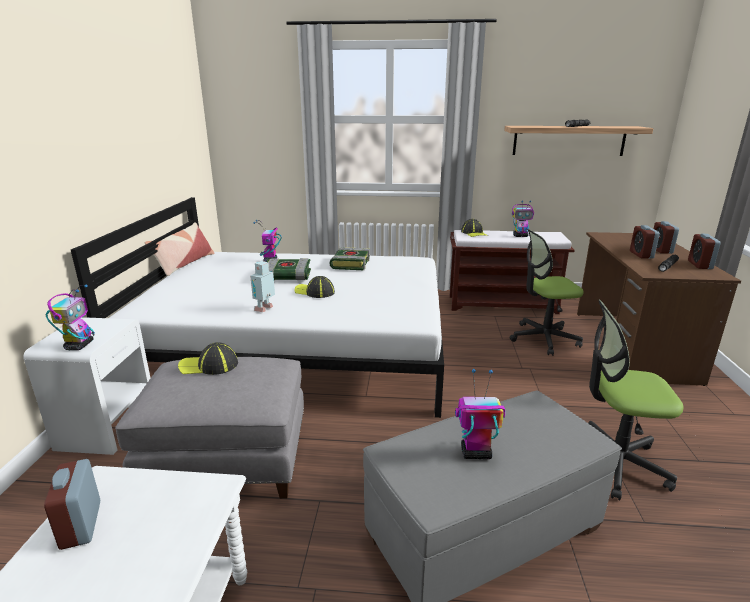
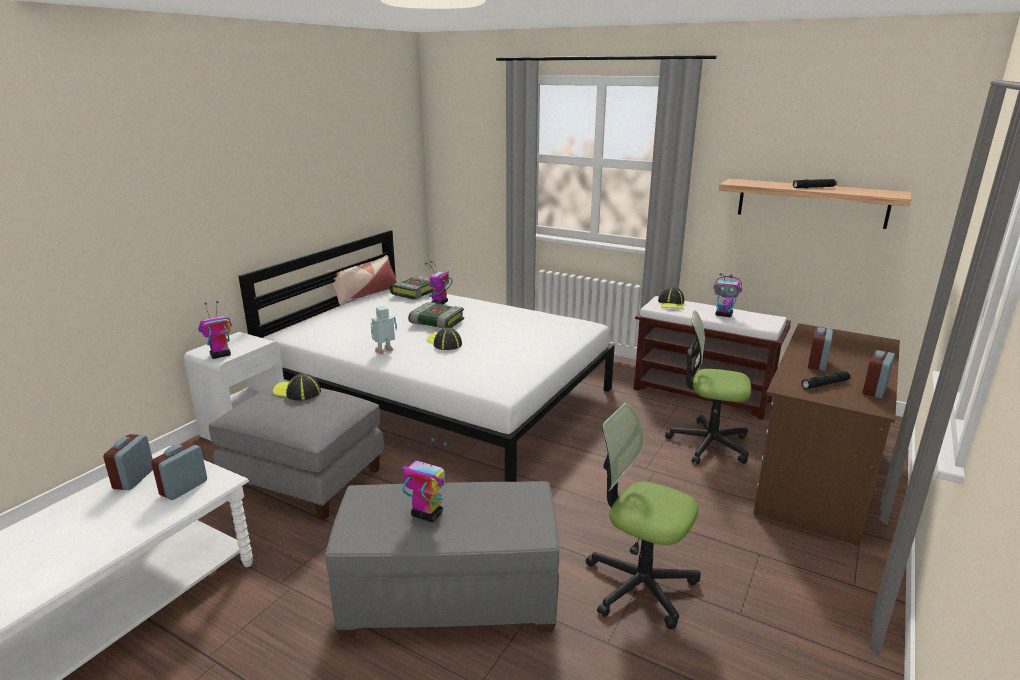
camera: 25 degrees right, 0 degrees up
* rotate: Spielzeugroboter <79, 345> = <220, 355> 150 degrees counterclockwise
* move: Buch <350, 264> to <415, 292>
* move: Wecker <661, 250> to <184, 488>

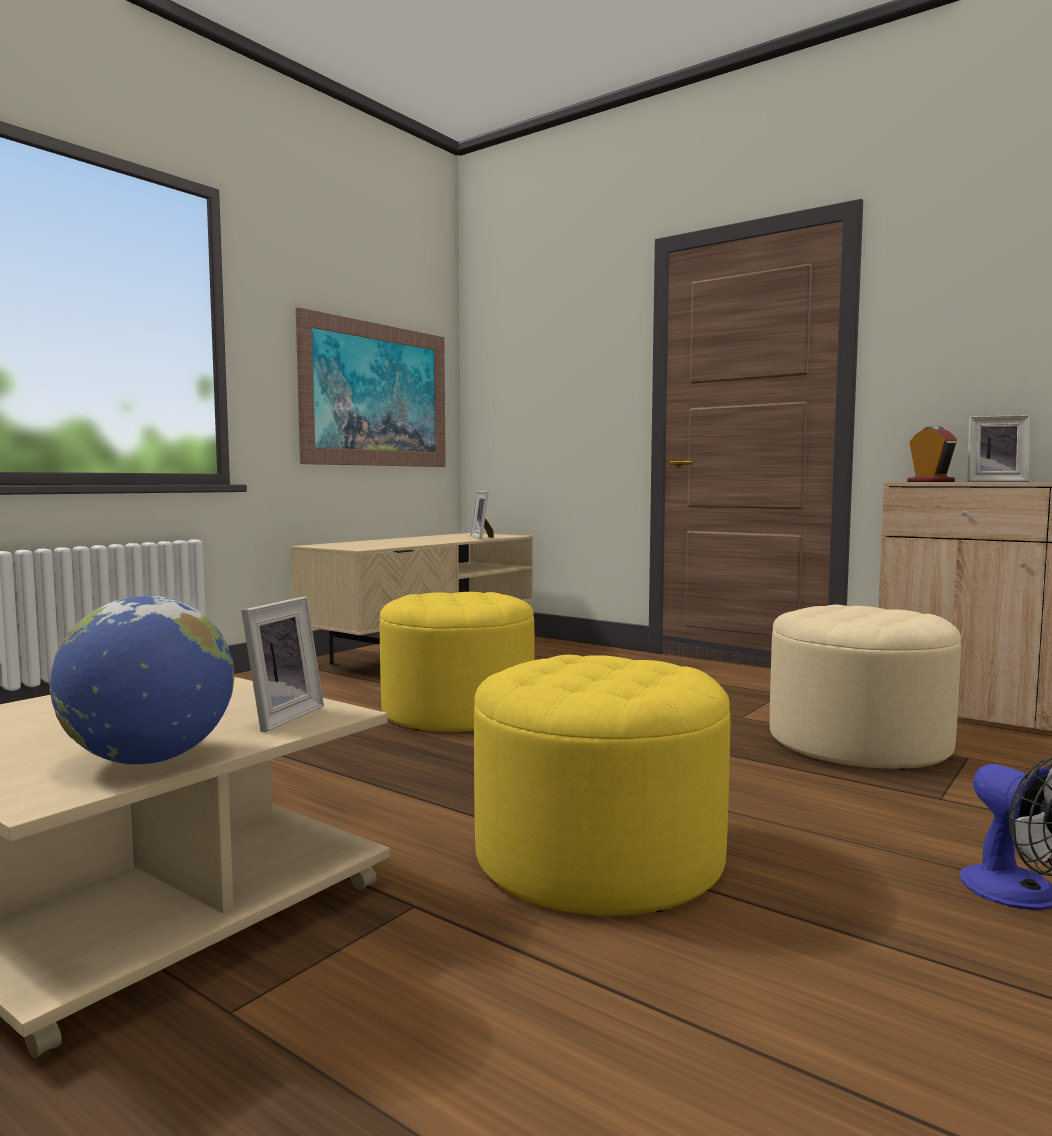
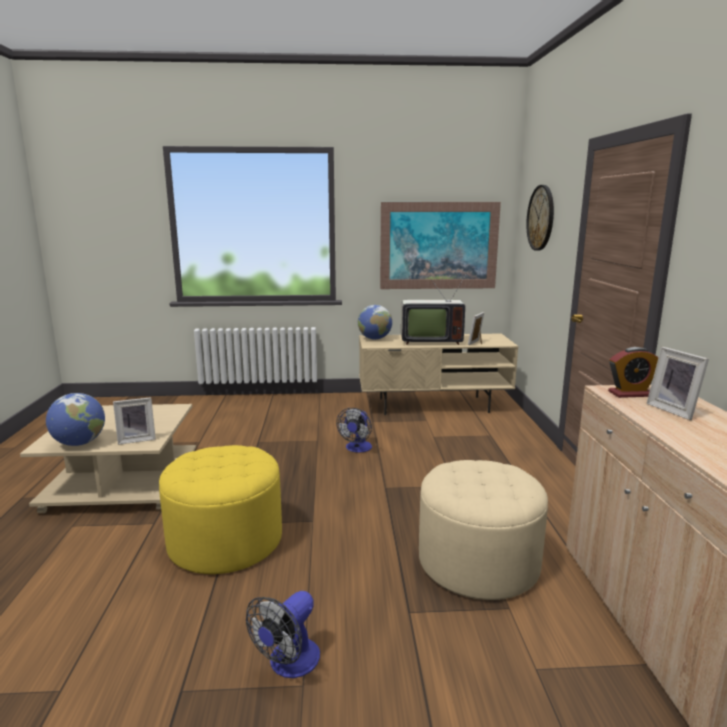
camera: 50 degrees right, 10 degrees up
* replace: Polsterhocker (gelb) <458, 711> to Ventilator <357, 449>
* rotate: Wecker <930, 481> = <630, 394> 45 degrees clockwise
* insert: Globus <374, 339>
* insert: Fernseher <430, 341>
* insert: Wanduhr <541, 218>

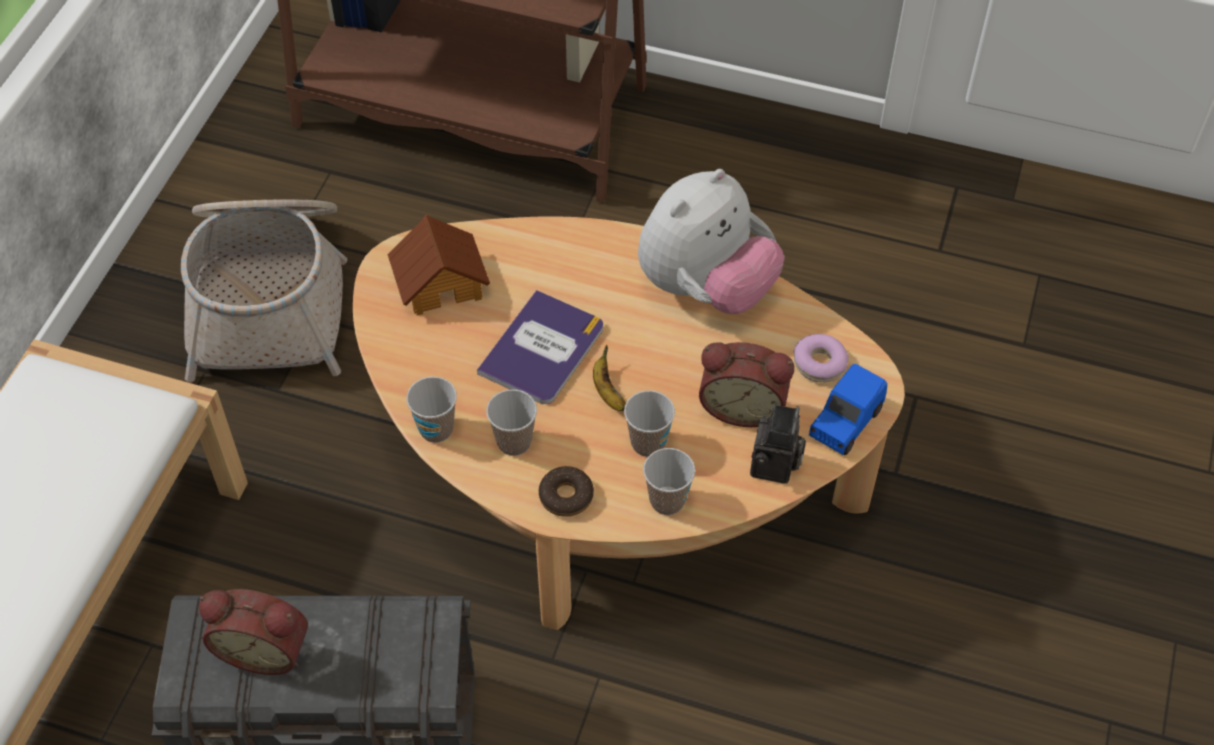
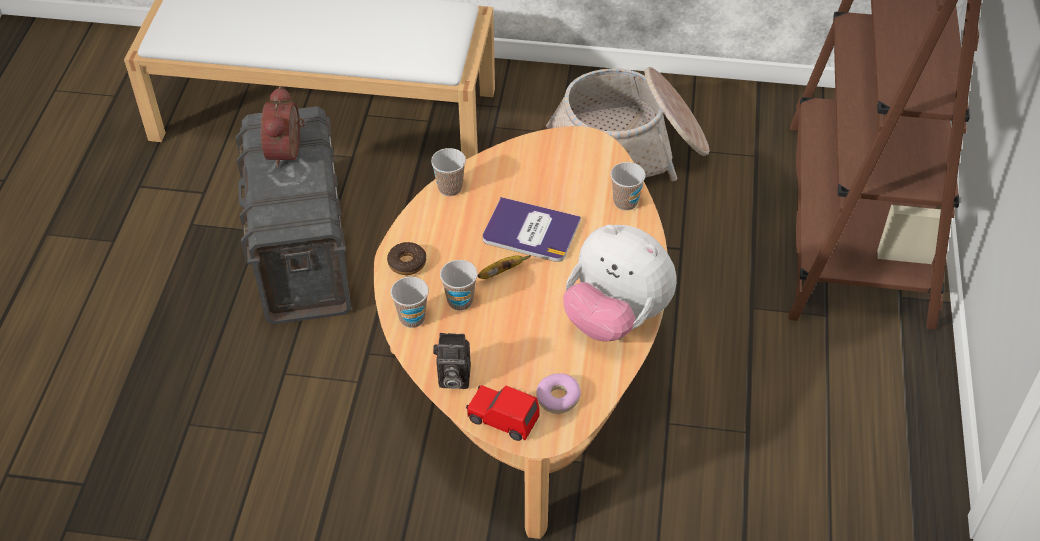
camera: 80 degrees right, 5 degrees down
* delete: Spielzeughaus <441, 282>
* move: Tasse <514, 442> to <625, 202>
* delete: Wecker <743, 405>
* recolor: Spielzeugauto (blau) <845, 423> to Spielzeugauto (rot) <502, 419>

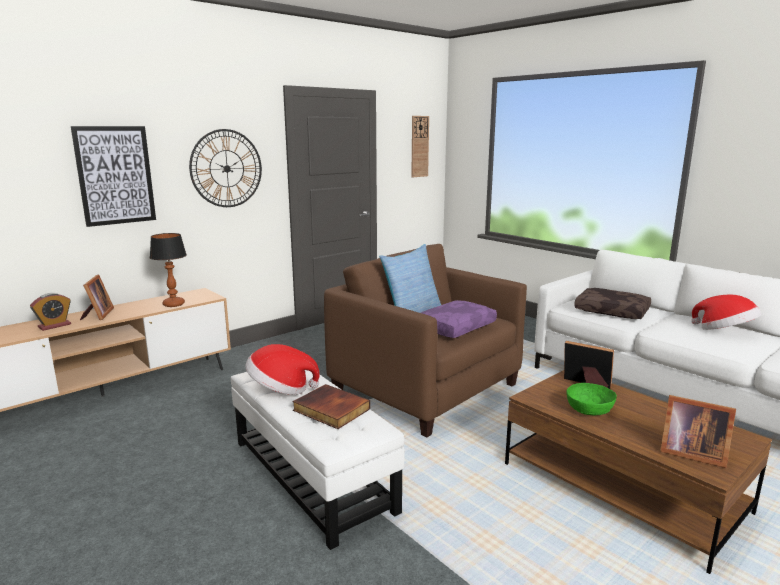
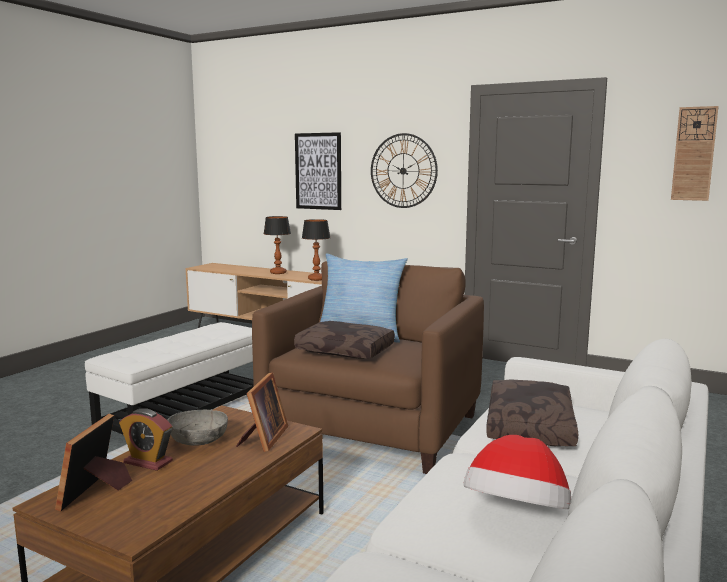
camera: 70 degrees right, 5 degrees down
* move: Wecker <54, 326> to <148, 462>
* replace: Bilderrahmen <98, 315> to Tischlampe <278, 273>
* delete: Hut <281, 389>
* delete: Buch <330, 410>
* recolor: Kissen (lila) <454, 327> to Kissen (braun) <346, 350>
* recolor: Schüssel (grün) <589, 410> to Schüssel (grau) <199, 440>

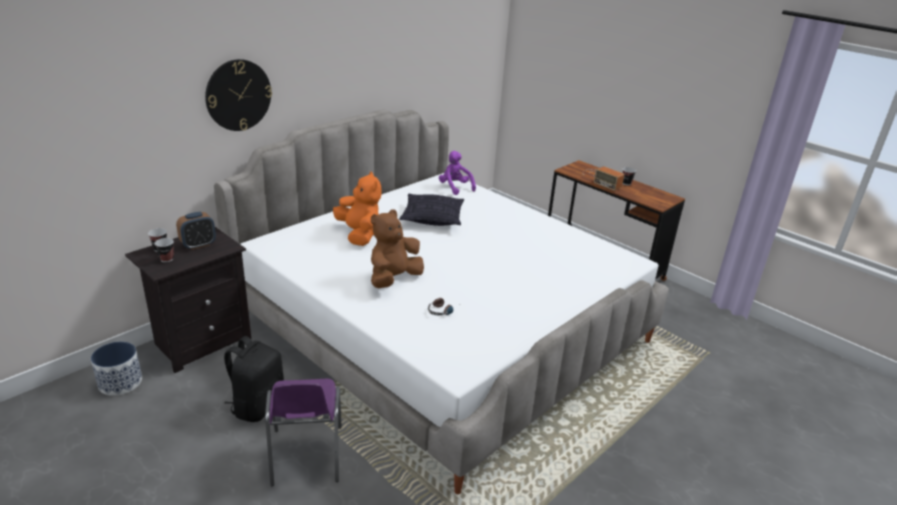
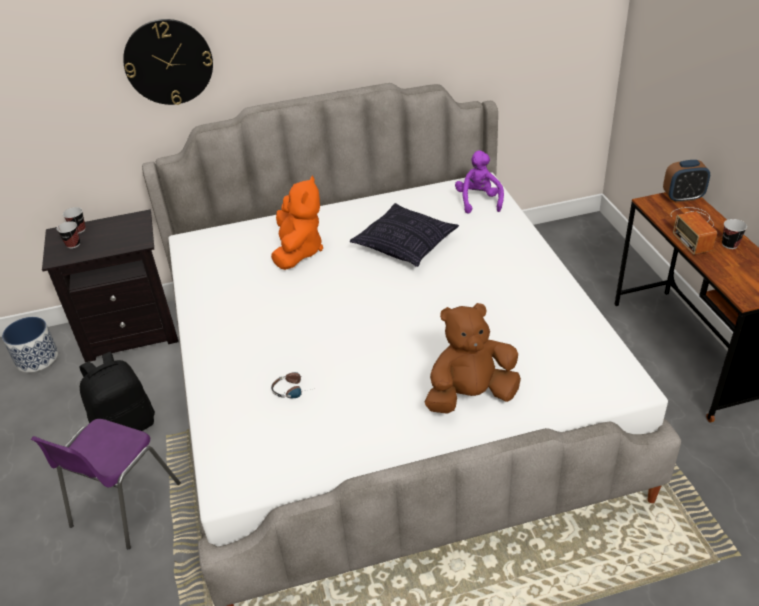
camera: 35 degrees right, 10 degrees up
* move: Wecker <198, 245> to <682, 197>
* move: Plüschtier (braun) <394, 279> to <470, 396>

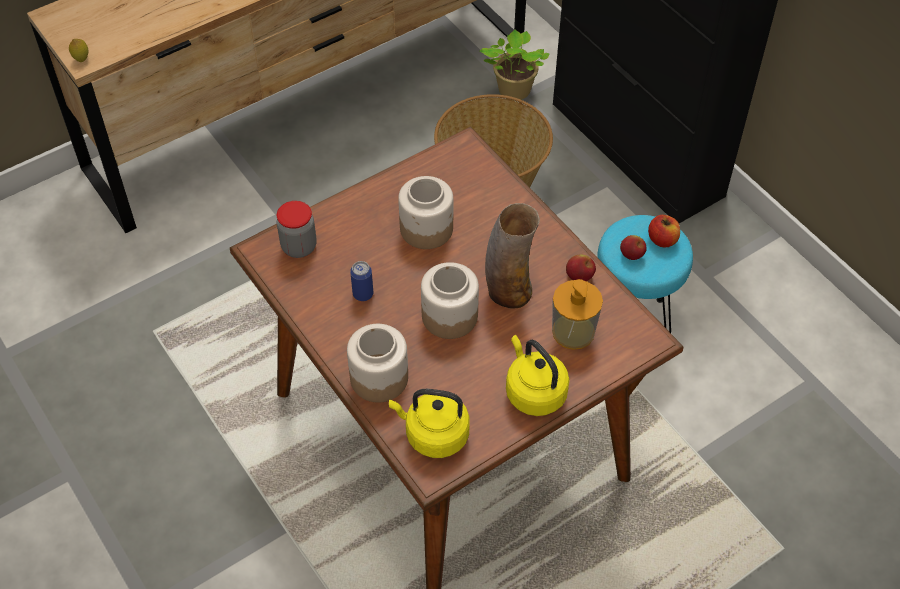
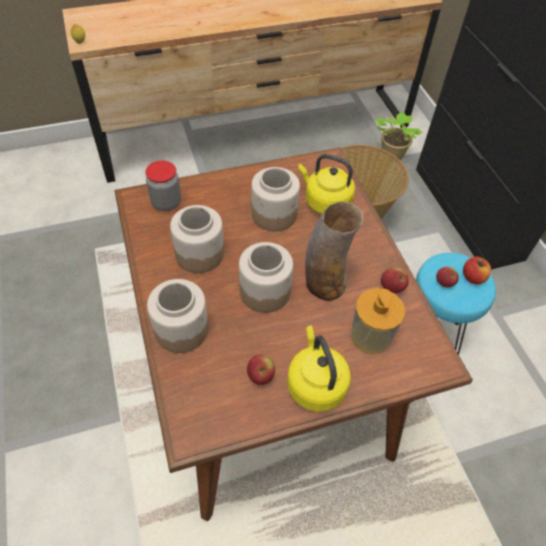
camera: 15 degrees right, 0 degrees up
* replace: Dose <363, 294> to Vorratsglas <200, 253>
* move: Wasserkessel (gelb) <433, 435> to <325, 202>
* insert: Apfel <260, 376>

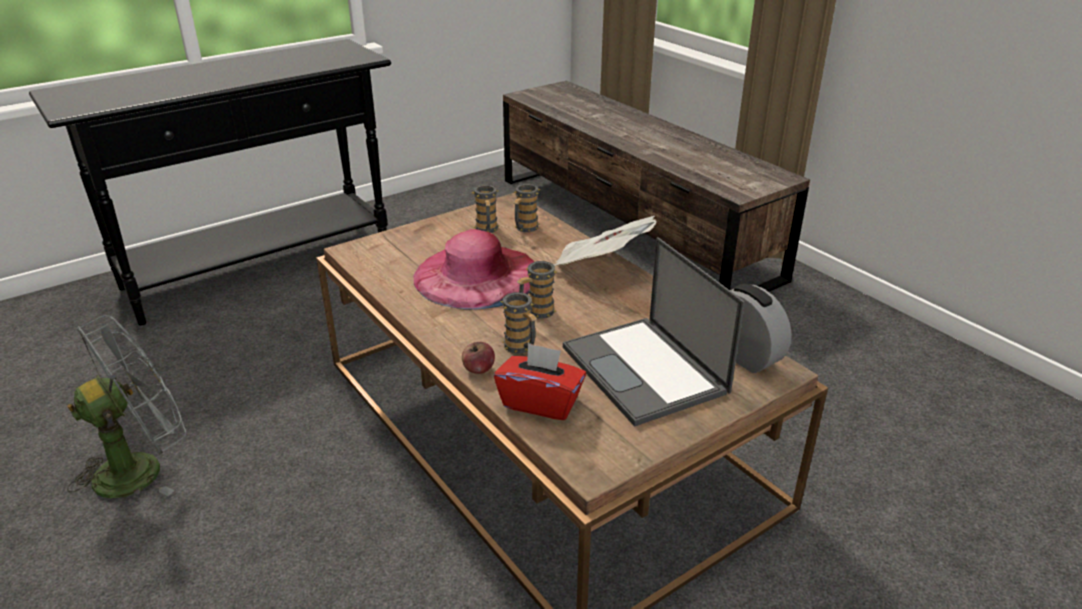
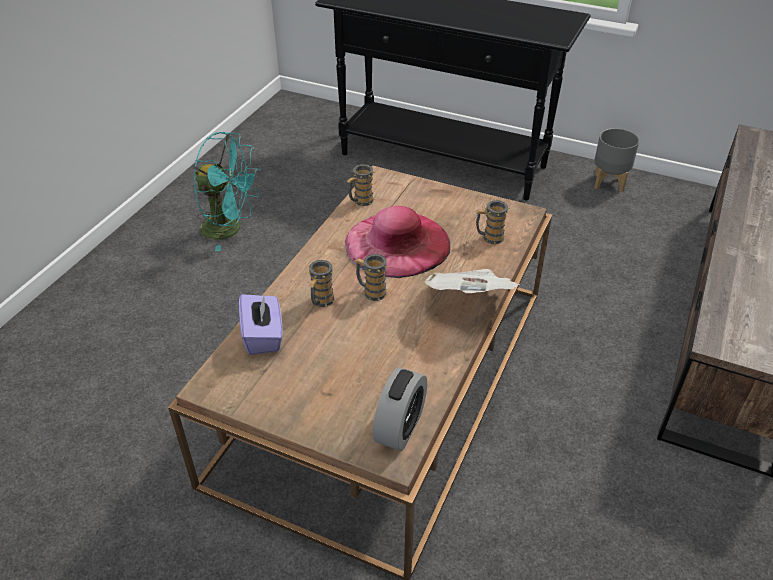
camera: 60 degrees right, 10 degrees up
* recolor: Ventilator (grau) <142, 467> to Ventilator (türkis) <230, 229>
* delete: Apfel <478, 369>
* move: Henkelbecher <487, 230> to <360, 201>
* recolor: Taschentuchbox (rot) <541, 402> to Taschentuchbox (lila) <263, 336>
* delete: Laptop <645, 370>
* insert: Pflanzkübel (grau) <608, 183>

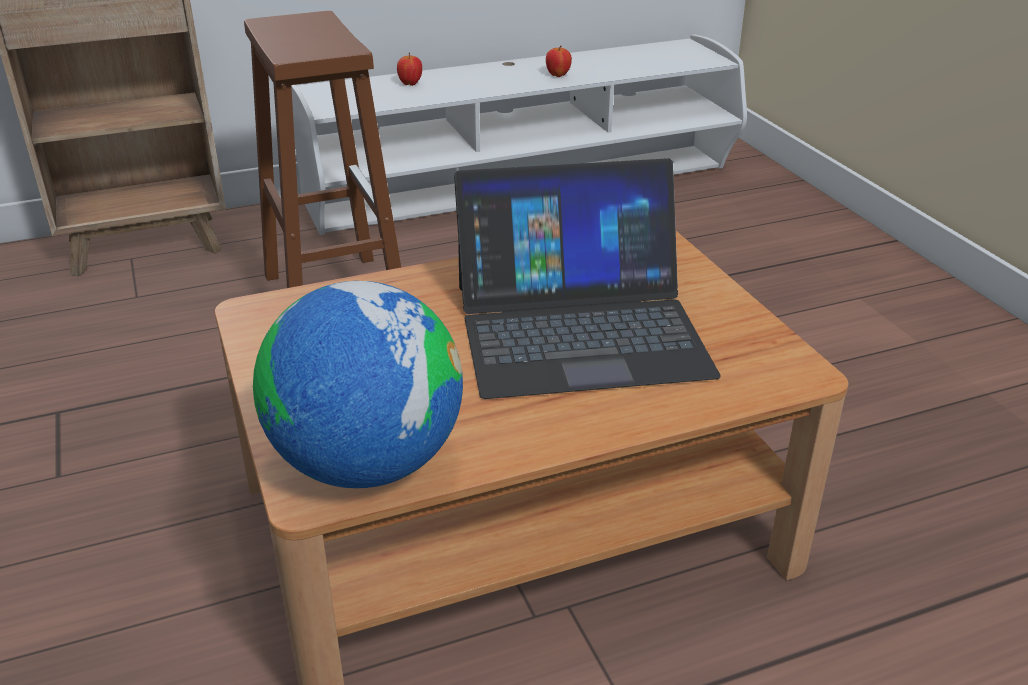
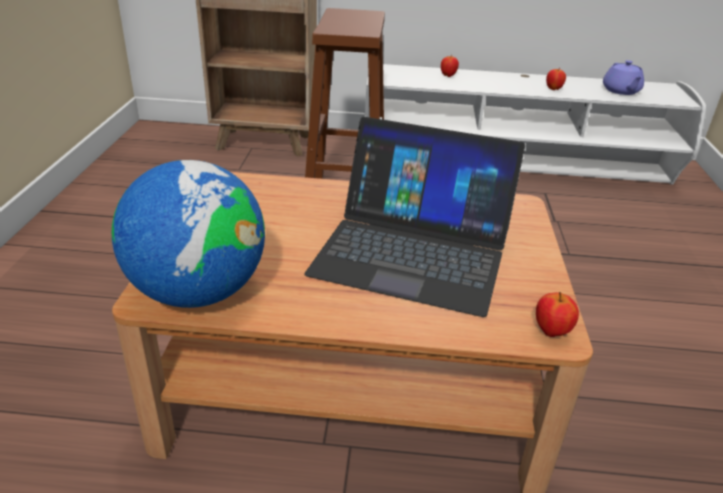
camera: 25 degrees right, 0 degrees up
* insert: Apfel <551, 332>
* insert: Teekanne (lila) <621, 91>

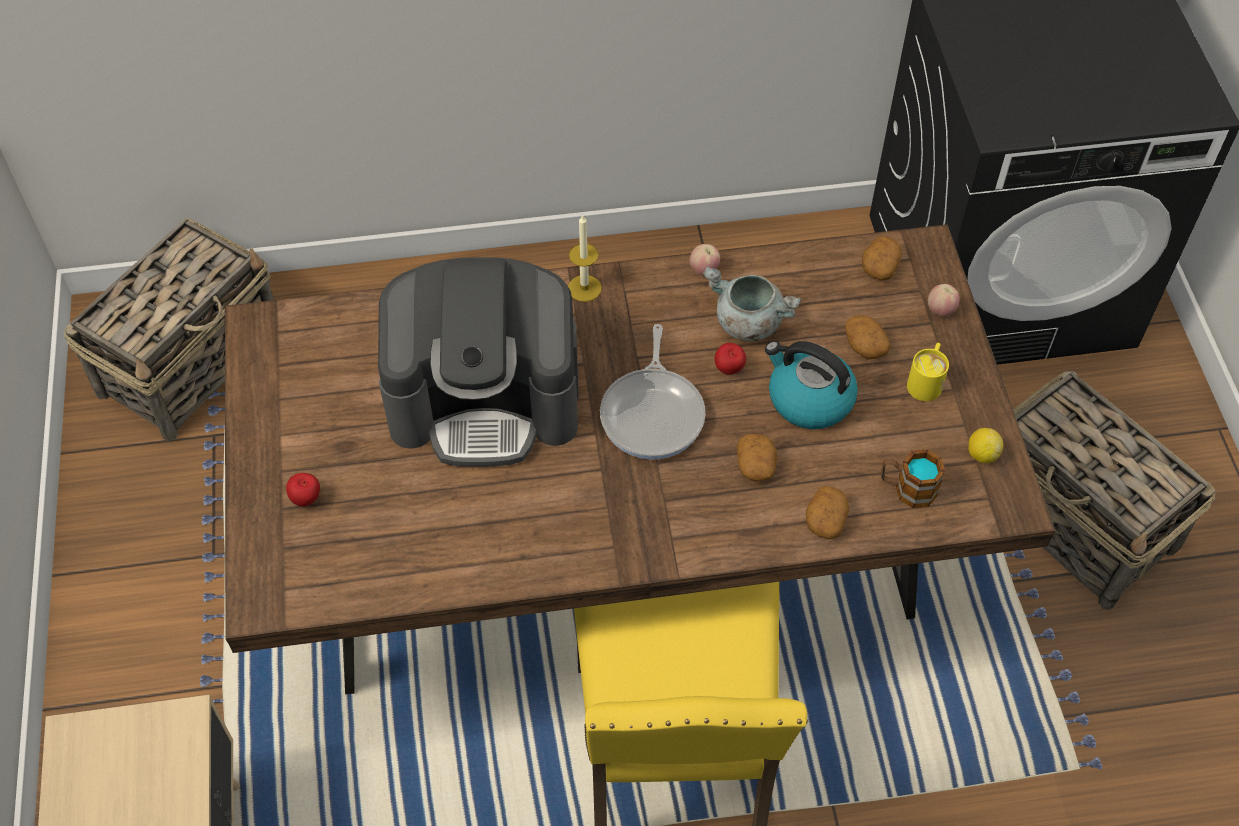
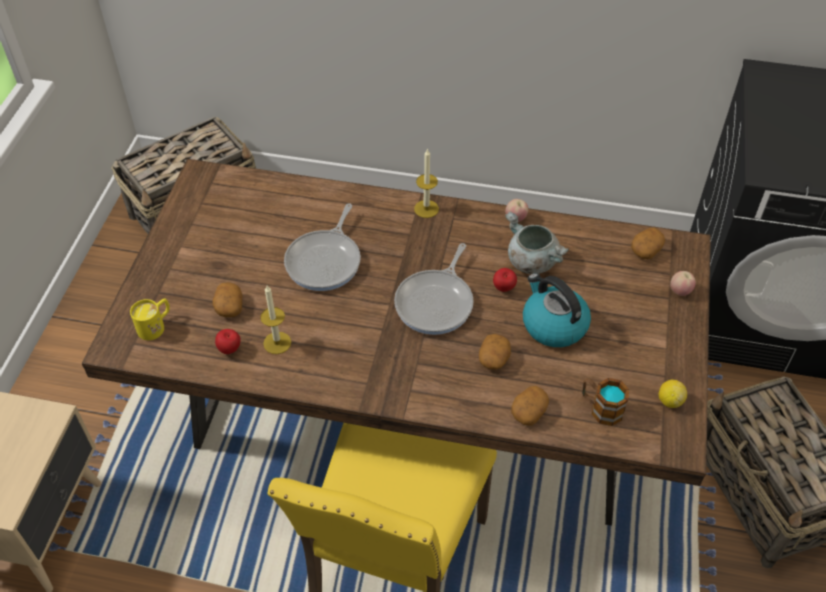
camera: 20 degrees right, 5 degrees down
* move: Apfel <306, 499> to <230, 349>
* replace: Kaffeemaschine <486, 399> to Pfanne <325, 261>
* move: Kartoffel <864, 345> to <229, 306>
* move: Henkelbecher (gelb) <926, 381> to <156, 326>
* insert: Kerze <277, 343>

